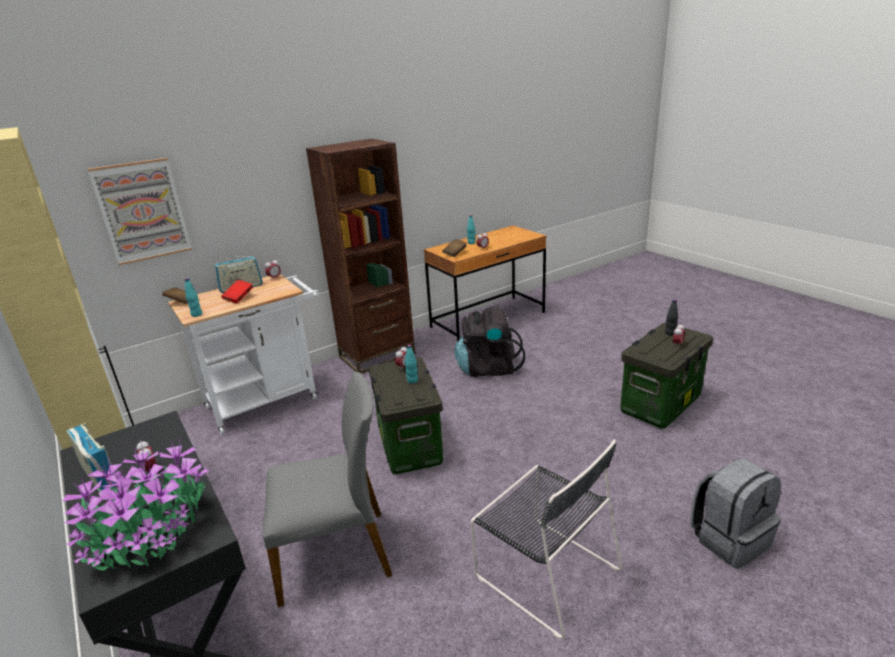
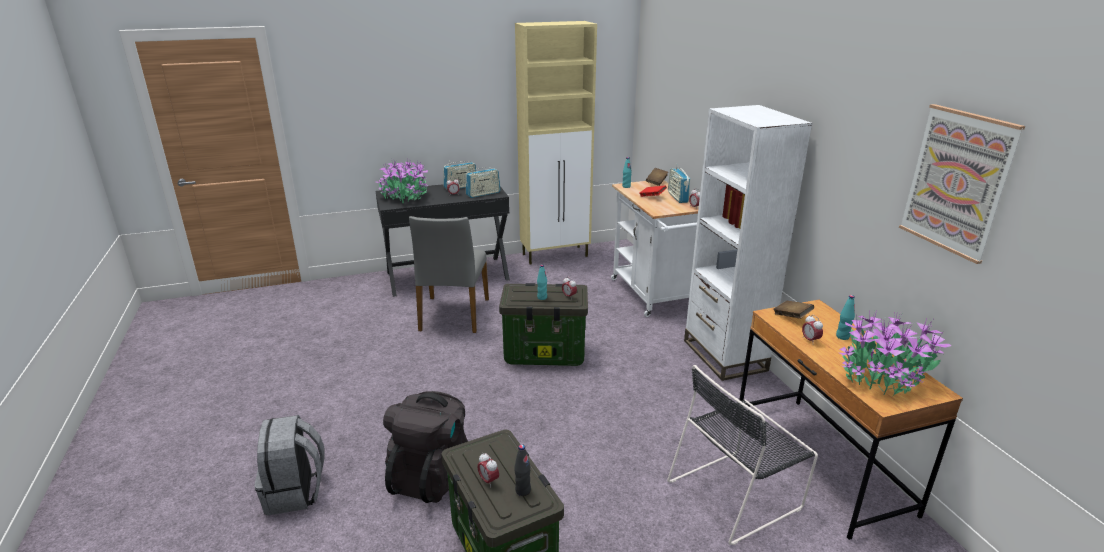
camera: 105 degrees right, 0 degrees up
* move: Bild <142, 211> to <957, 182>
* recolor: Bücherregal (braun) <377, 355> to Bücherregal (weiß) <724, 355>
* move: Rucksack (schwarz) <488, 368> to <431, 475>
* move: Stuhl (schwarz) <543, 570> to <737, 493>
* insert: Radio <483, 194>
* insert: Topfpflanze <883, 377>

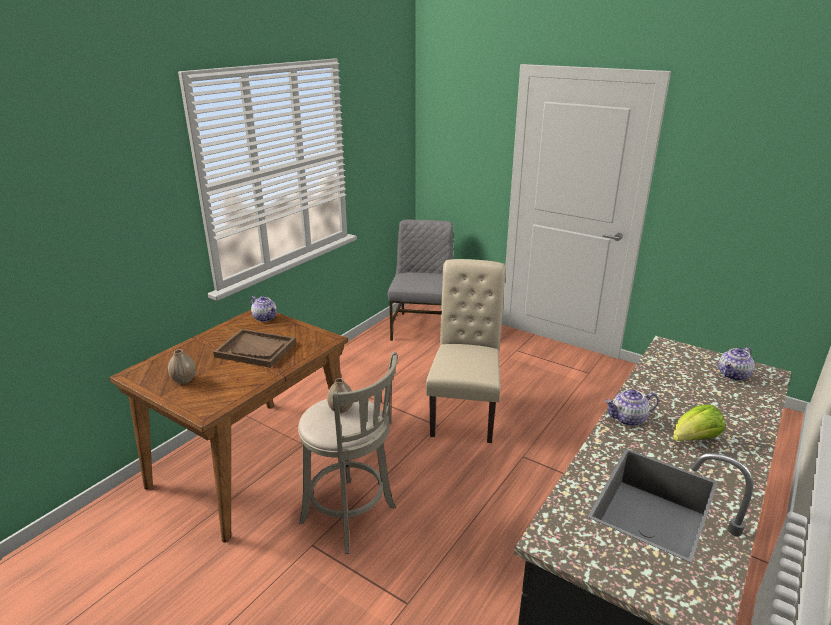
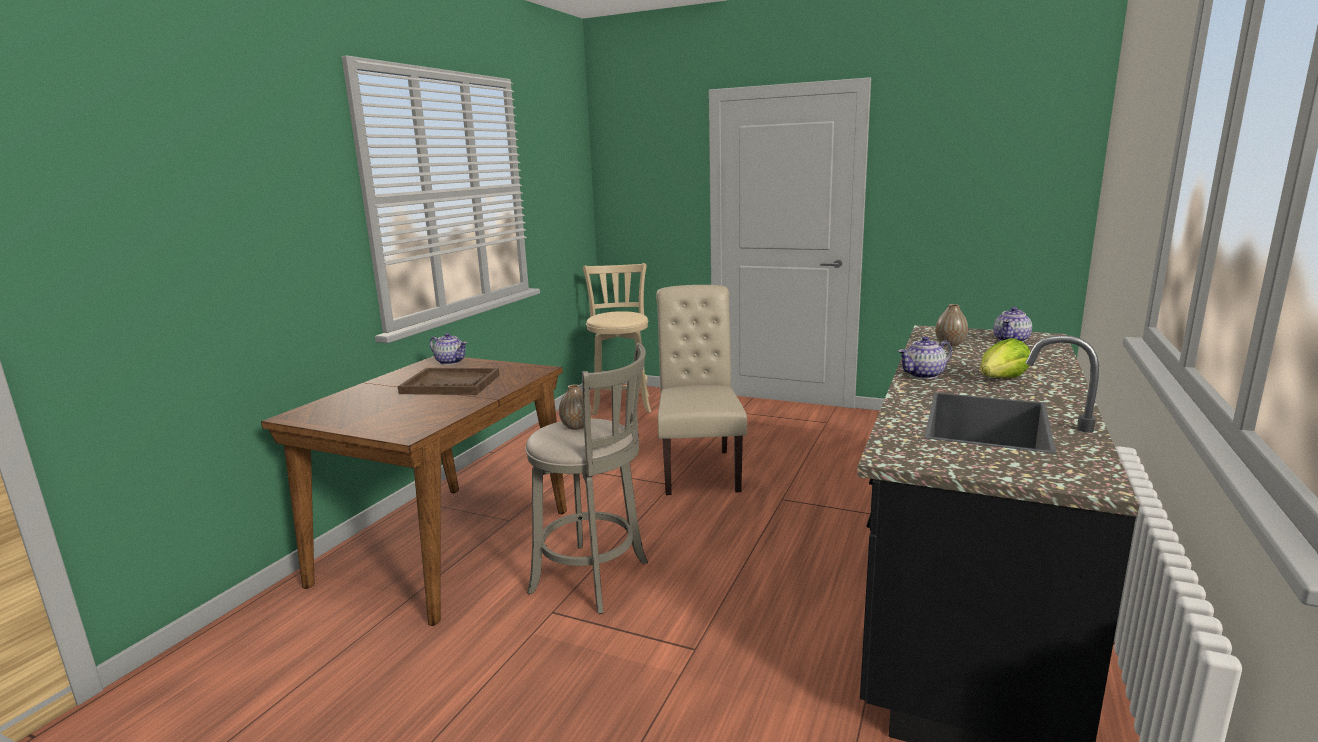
camera: 10 degrees left, 10 degrees down
* move: Vase <184, 380> to <950, 344>
* replace: Stuhl (grau) <422, 327> to Hocker (beige) <621, 404>

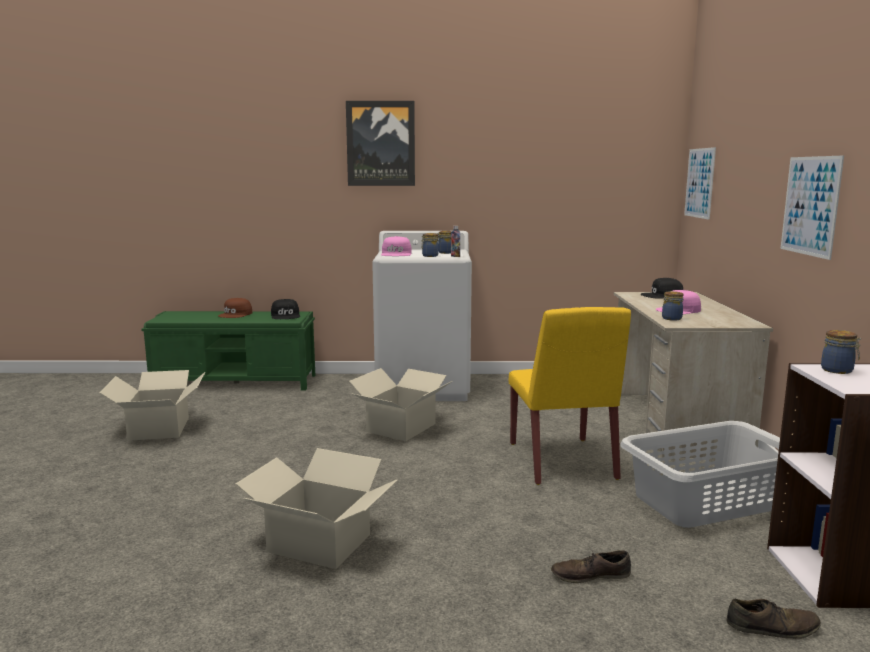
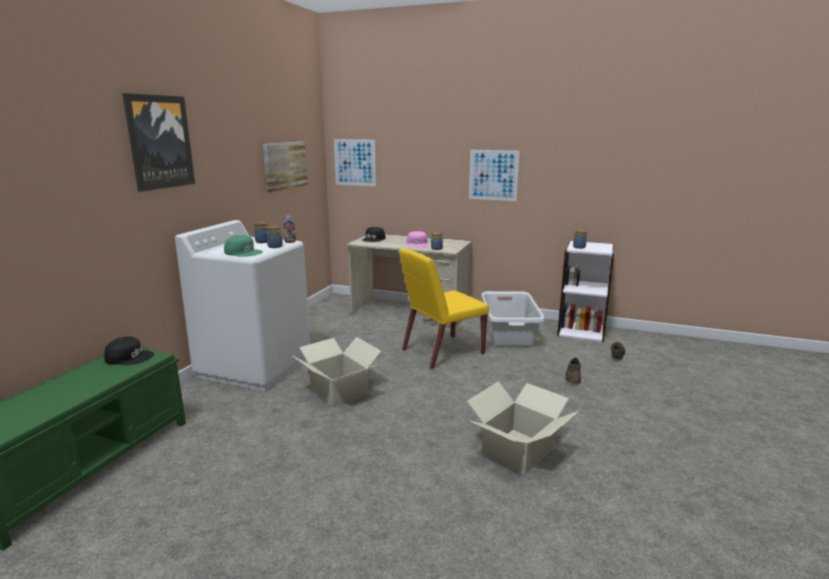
camera: 70 degrees left, 5 degrees up
* delete: Karton <158, 429>
* delete: Kappe (braun) <236, 314>
* recolor: Kappe (rosa) <397, 254> to Kappe (grün) <243, 252>
* rotate: Stuhl (gelb) <562, 461> = <442, 352> 135 degrees clockwise
* insert: Bild <284, 165>

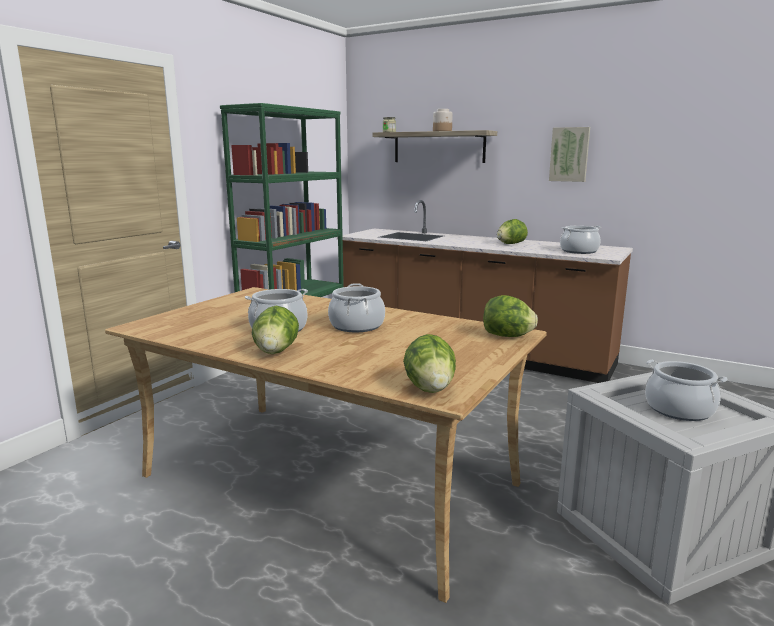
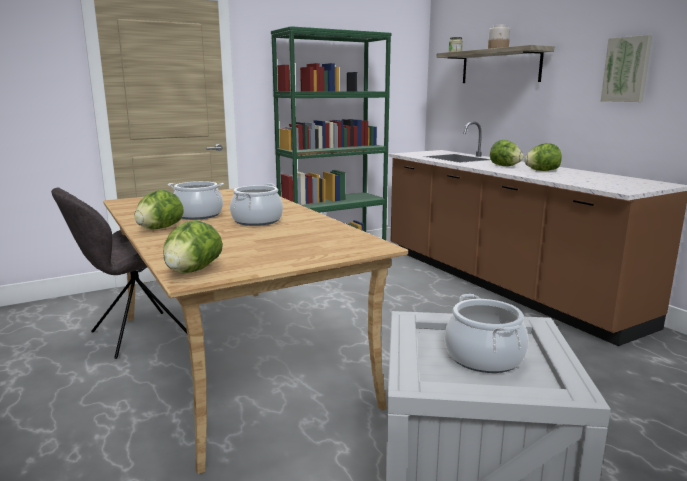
camera: 30 degrees right, 0 degrees up
* move: Salatkopf <507, 336> to <504, 166>
* delete: Kochtopf <578, 251>
* insert: Stuhl (grau) <136, 335>

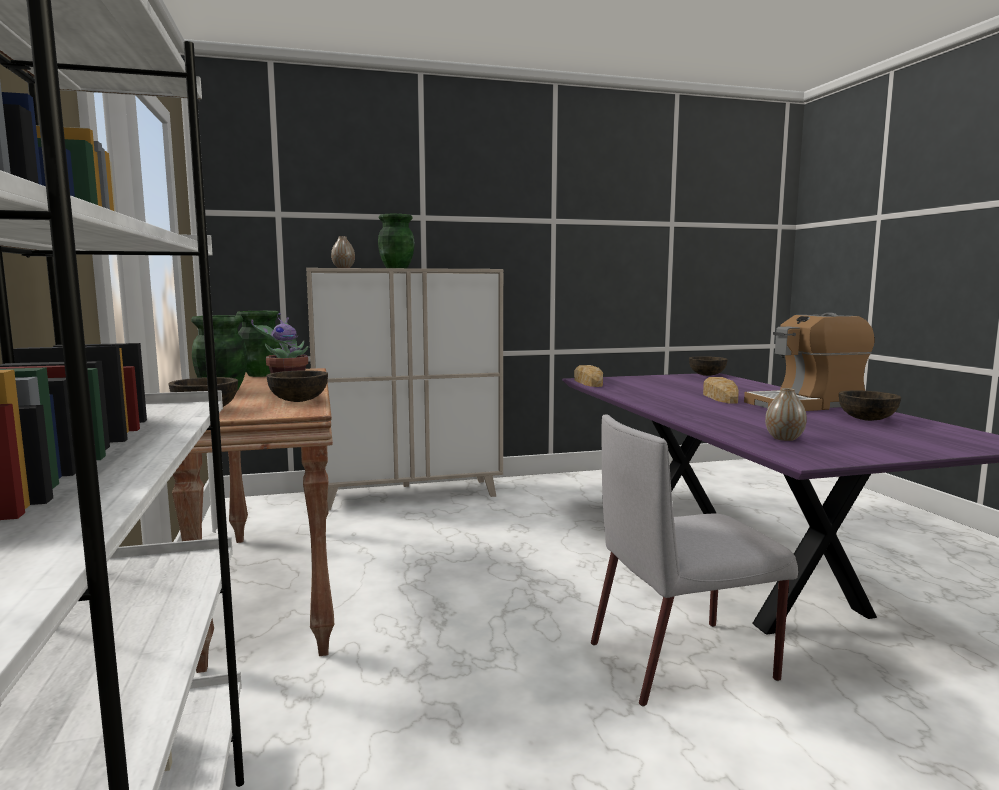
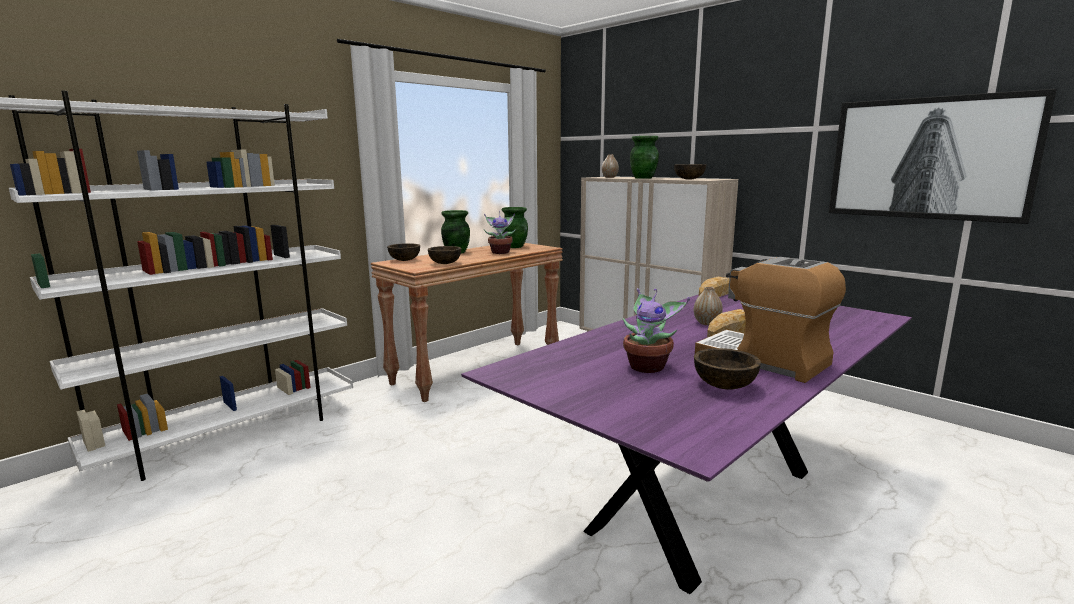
camera: 60 degrees right, 5 degrees up
* delete: Stuhl (grau) <684, 660>
* move: Schüssel (braun) <707, 375> to <689, 179>
* move: Vase <784, 438> to <707, 323>
* insert: Topfpflanze <648, 367>
* insert: Bild <929, 158>

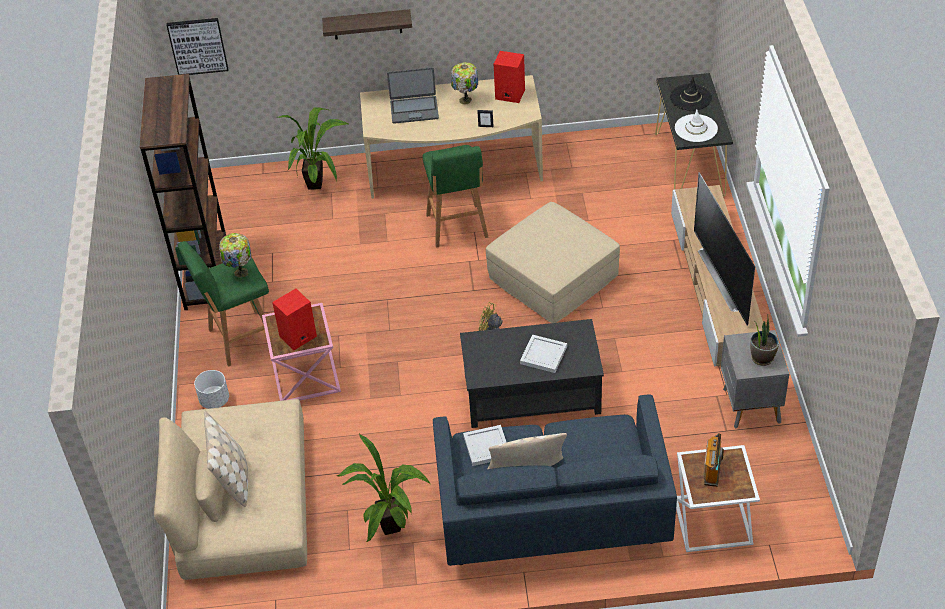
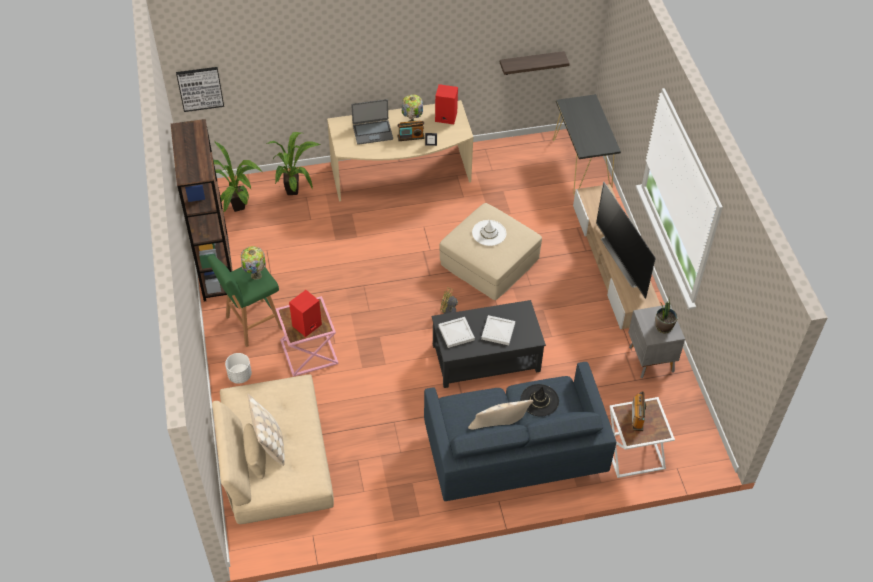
camera: 10 degrees left, 5 degrees up
* move: Wandregal <367, 24> to <531, 63>
* move: Topfpflanze <392, 531> to <239, 209>
* delete: Hocker (grün) <457, 228>
* move: Tablett (weiß) <487, 447> to <457, 333>
* move: Hut (schwarz) <690, 97> to <539, 400>
* move: Hut (weiß) <696, 128> to <489, 233>
* insert: Radio <411, 137>

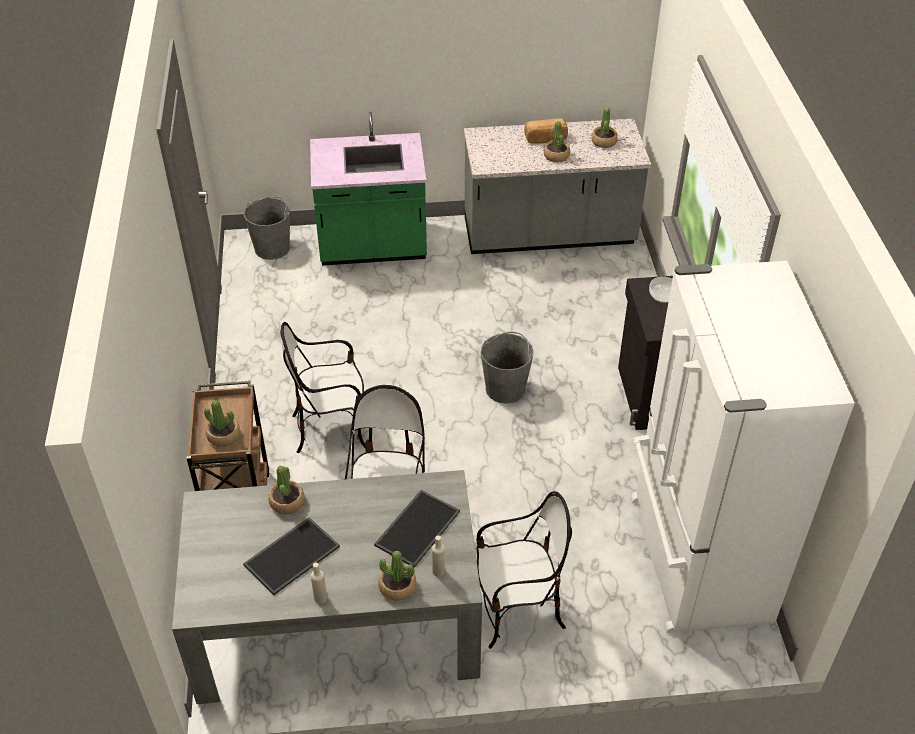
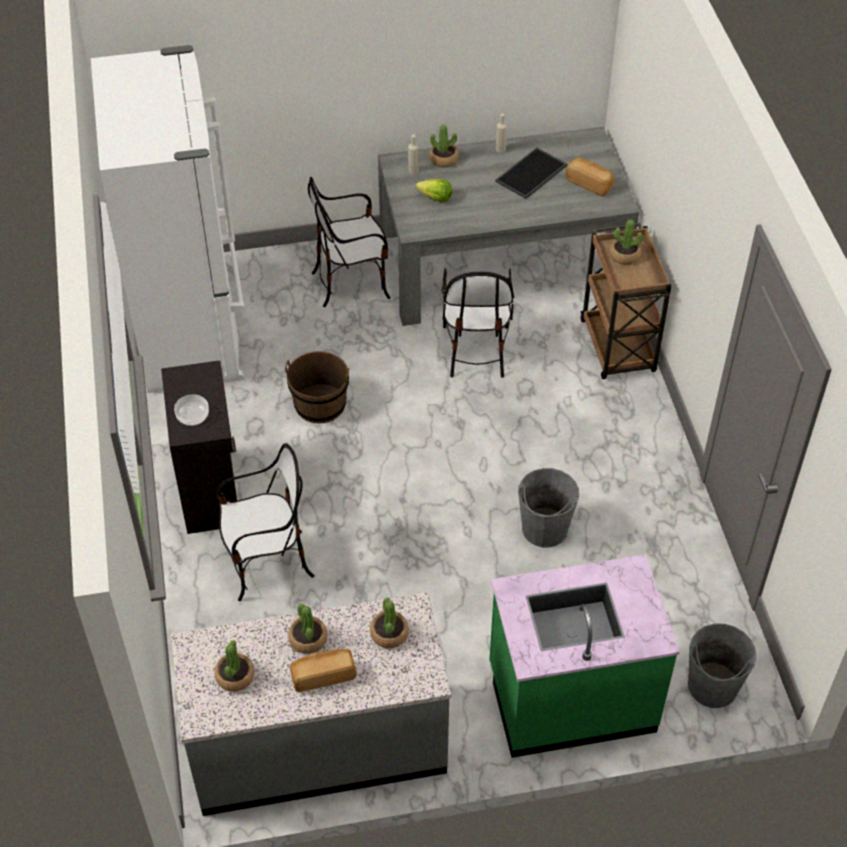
camera: 175 degrees right, 5 degrees up
* move: Topfpflanze <287, 502> to <389, 634>
* move: Stuhl <330, 428> to <267, 563>
* replace: Tablett <417, 527> to Salatkopf <435, 198>
* move: Eimer (grau) <505, 388> to <544, 529>
* insert: Eimer (braun) <320, 404>
* insert: Brot <589, 183>

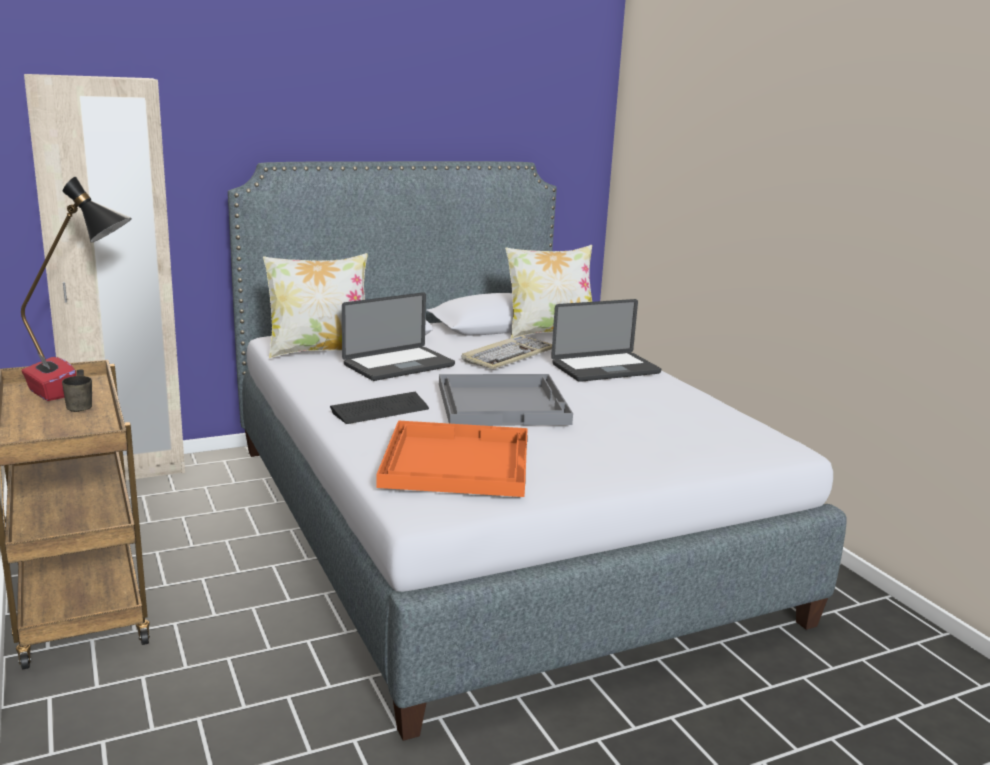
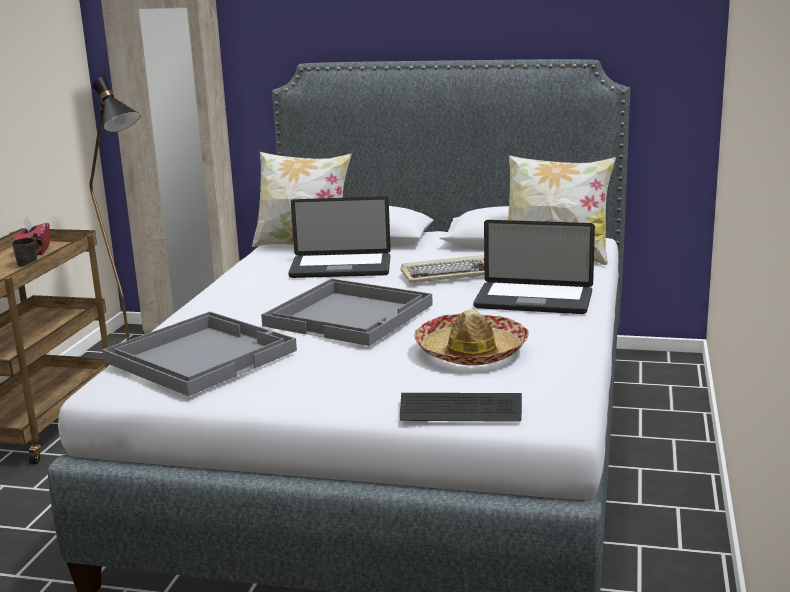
camera: 40 degrees right, 0 degrees up
* move: Tastatur <380, 410> to <460, 410>
* recolor: Tablett (orange) <455, 461> to Tablett (grau) <201, 355>
* insert: Hut <471, 352>

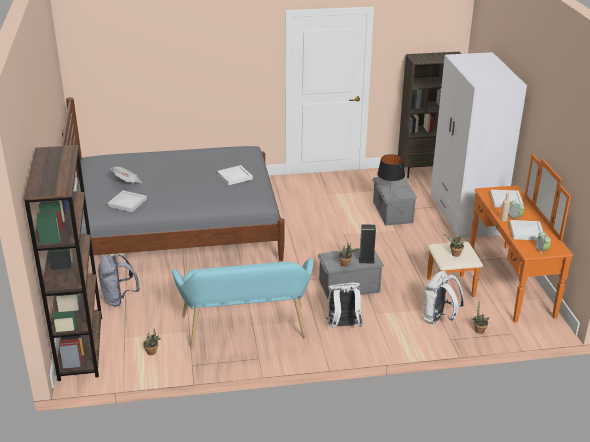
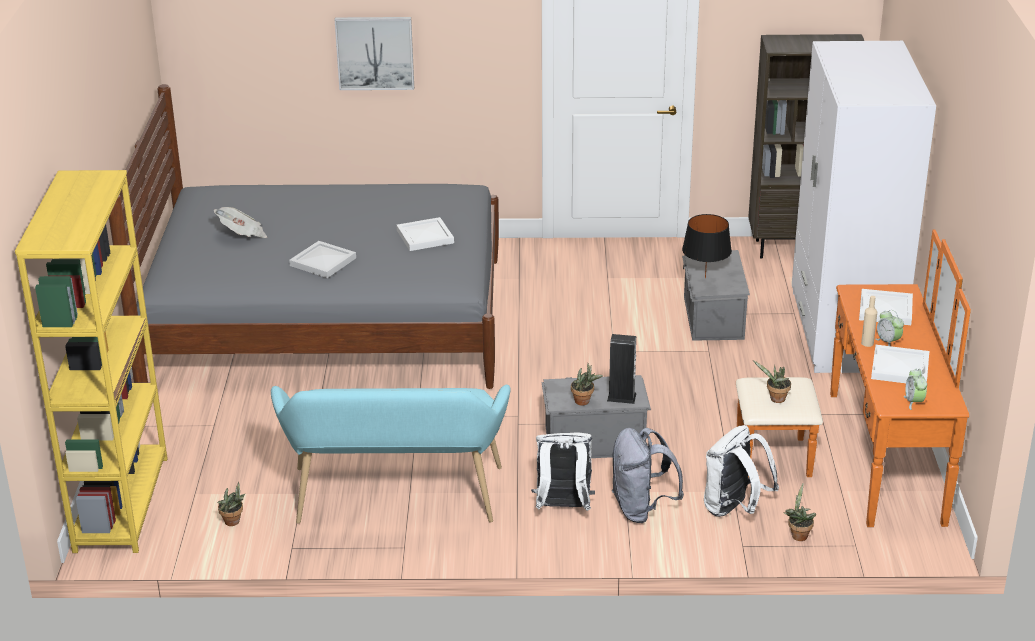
camera: 10 degrees right, 0 degrees up
* recolor: Bücherregal (braun) <81, 347> to Bücherregal (gelb) <121, 503>
* move: Rucksack (grau) <118, 299> to <642, 509>
* move: Tablett (weiß) <127, 203> to <322, 262>
* insert: Bild <375, 52>

